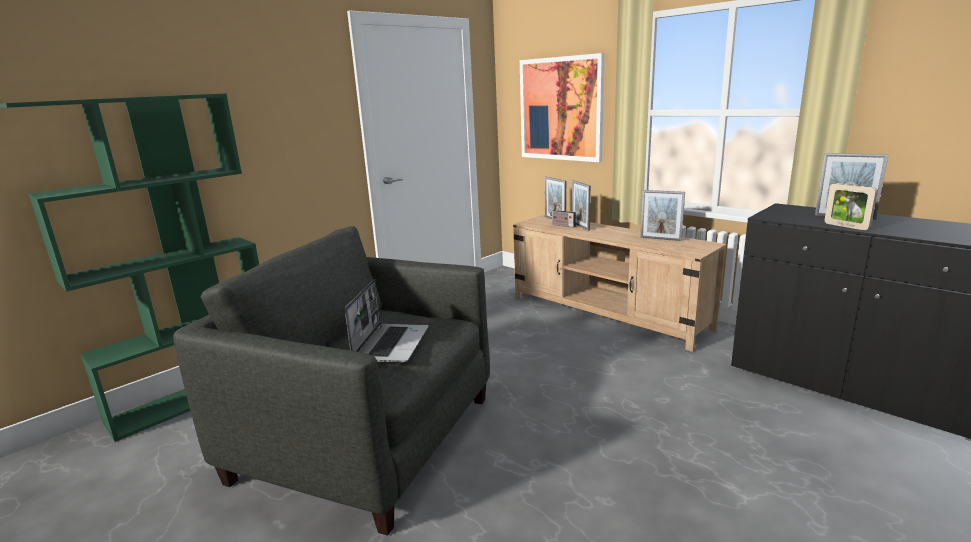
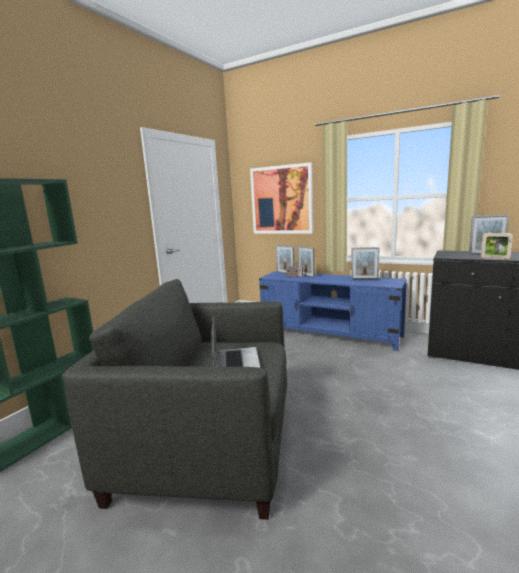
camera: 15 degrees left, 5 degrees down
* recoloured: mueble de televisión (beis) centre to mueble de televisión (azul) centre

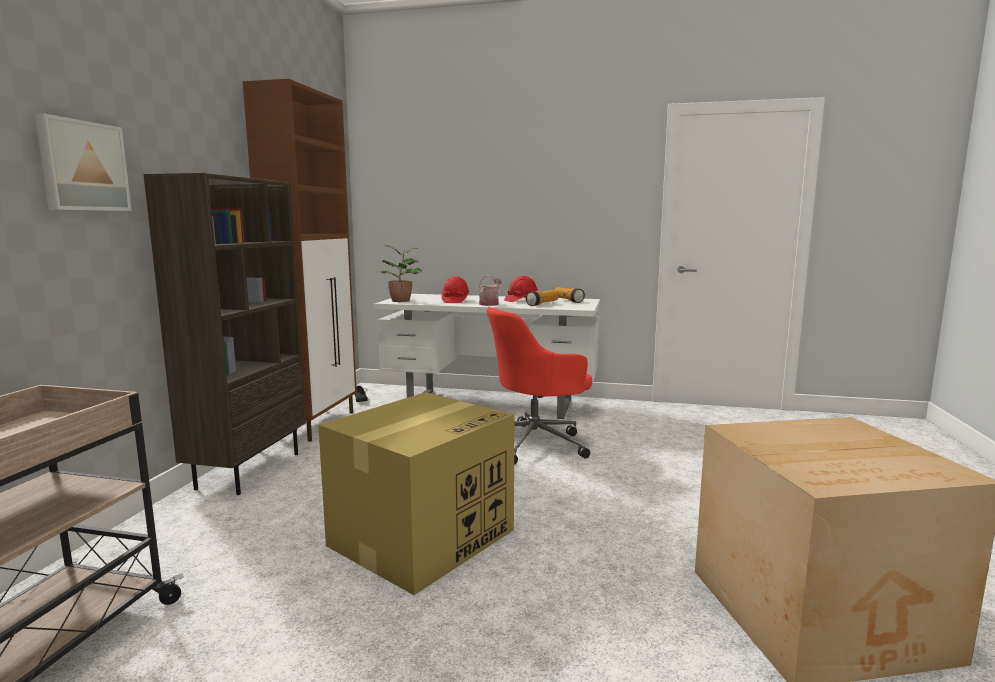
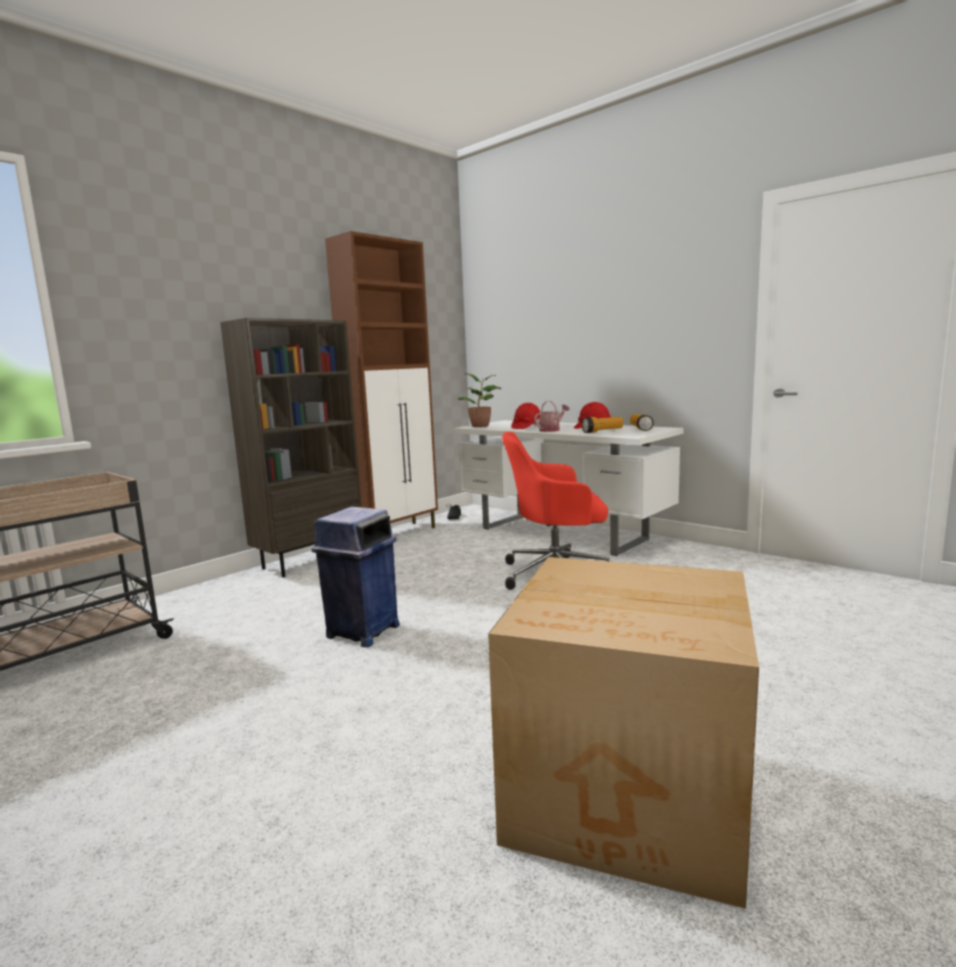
camera: 30 degrees right, 0 degrees up
* replaced: caja de cartón (1st from left) bottom centre to papelera (azul) centre
* removed: cuadro top left

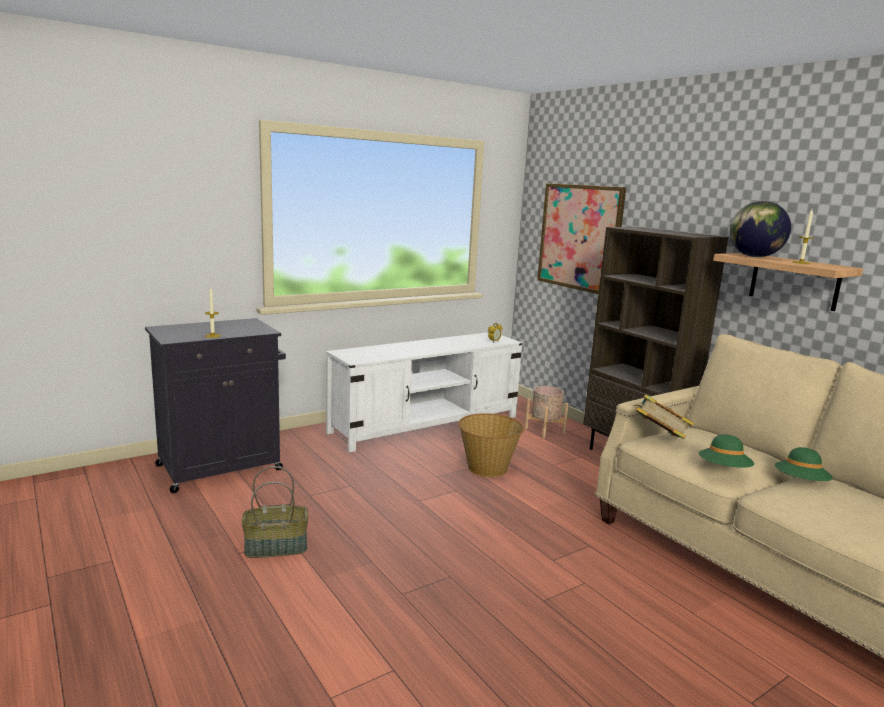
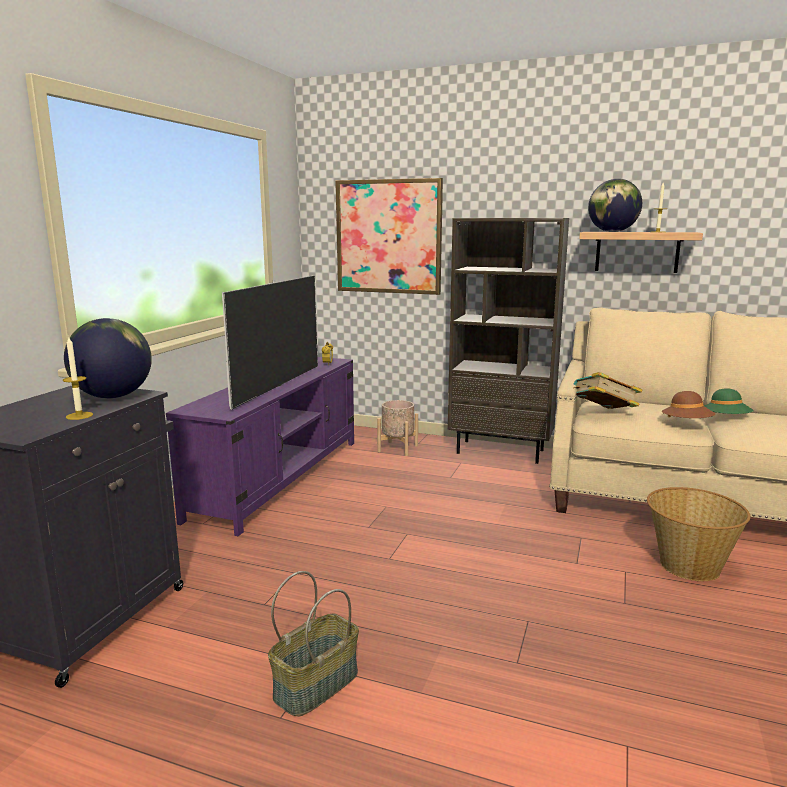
camera: 35 degrees left, 0 degrees up
* added: globo terráqueo (1st from left) middle left
* recoloured: mueble de televisión (blanco) centre to mueble de televisión (morado) middle left
* added: televisor centre
* moved: cesta (2nd from left) centre to bottom right
* recoloured: sombrero (verde) (1st from left) middle right to sombrero (marrón) middle right

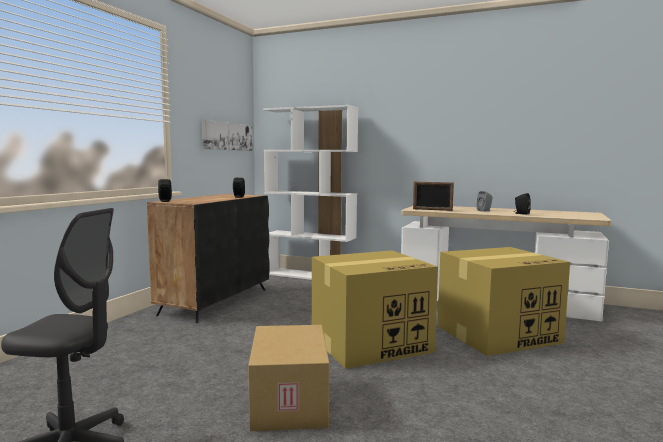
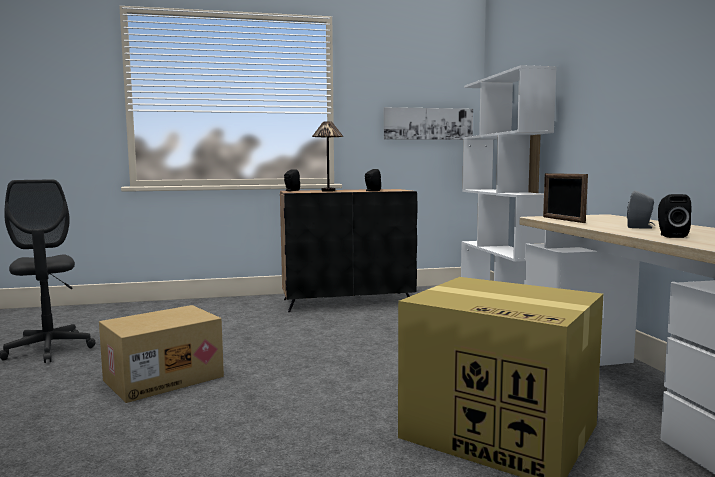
camera: 55 degrees right, 0 degrees up
* added: lámpara de mesa top centre
* removed: caja de cartón (2nd from left) bottom centre

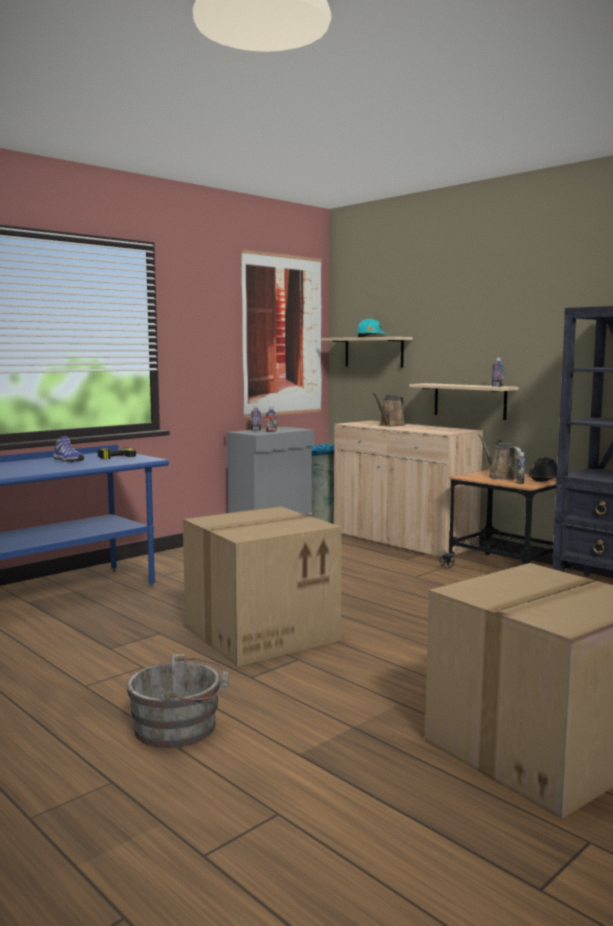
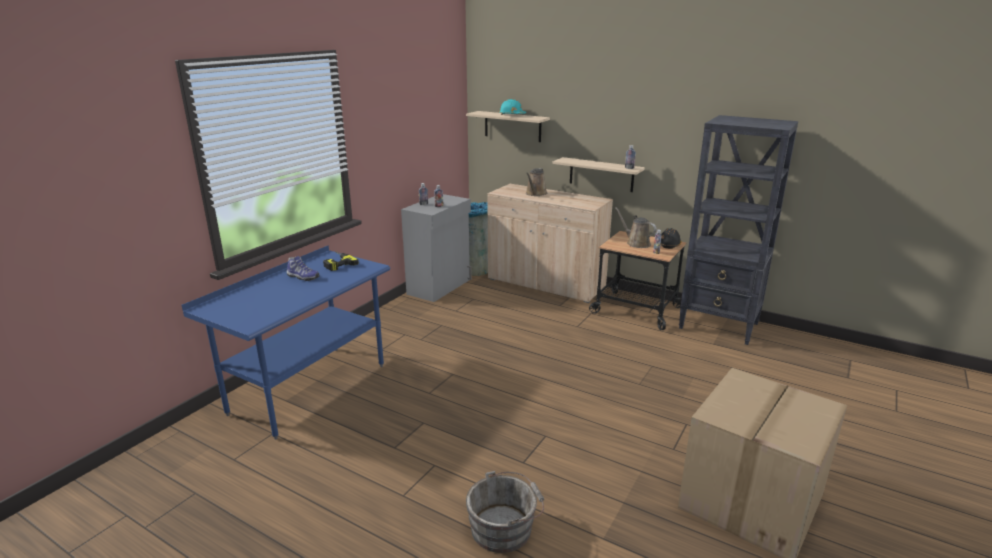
camera: 15 degrees left, 15 degrees up
* removed: caja de cartón (1st from left) centre
* removed: cuadro centre

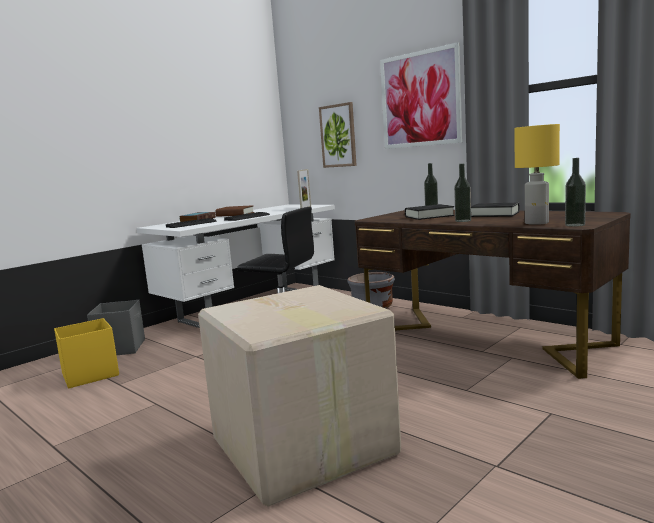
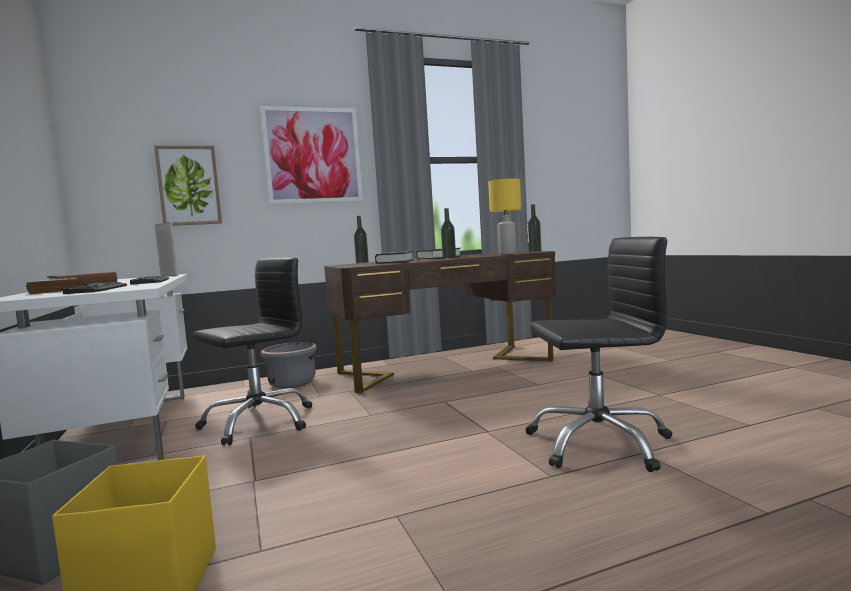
camera: 65 degrees left, 5 degrees down
* replaced: caja de cartón bottom centre to silla de oficina (negro) (2nd from left) middle right

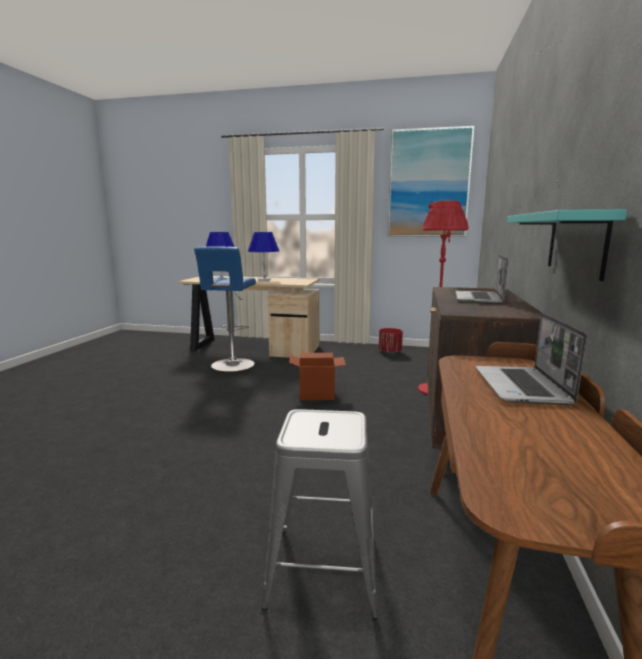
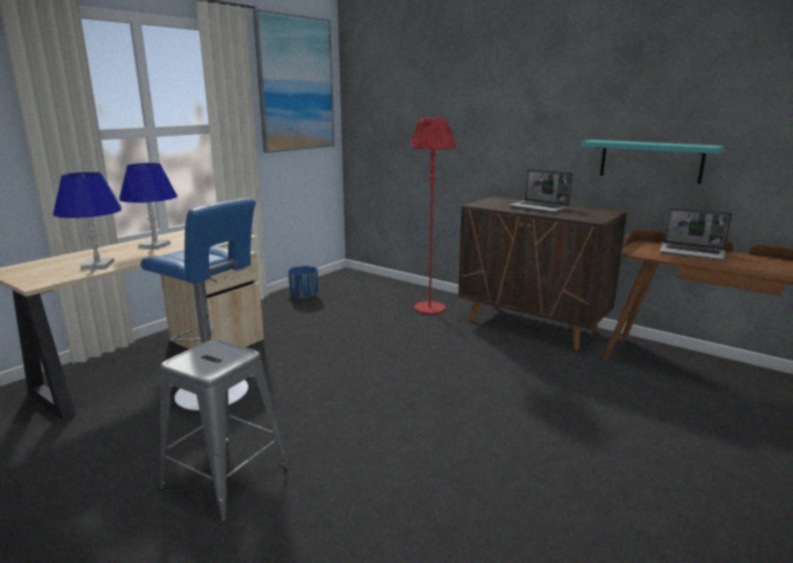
camera: 65 degrees left, 5 degrees up
* moved: taburete (gris) bottom centre to bottom left
* recoloured: maceta (rojo) centre to maceta (azul) centre
* removed: caja de cartón centre

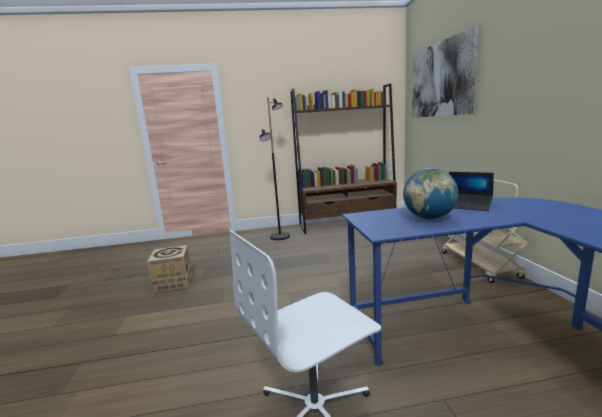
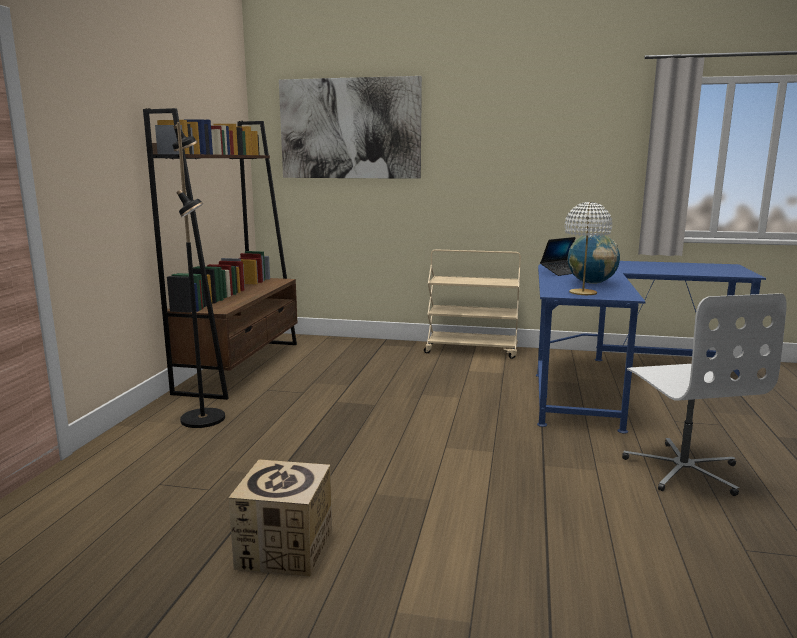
camera: 70 degrees left, 0 degrees up
* added: lámpara de mesa (blanco) middle right

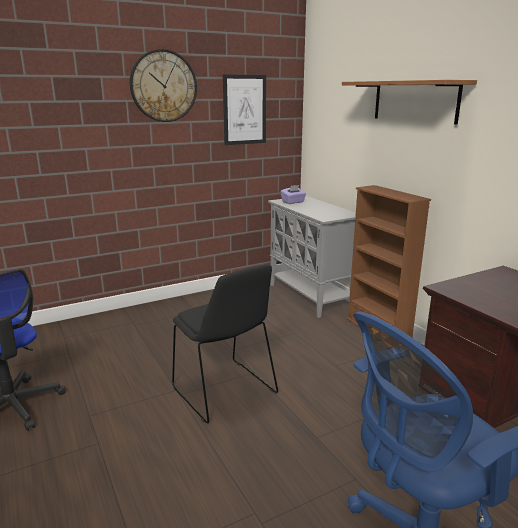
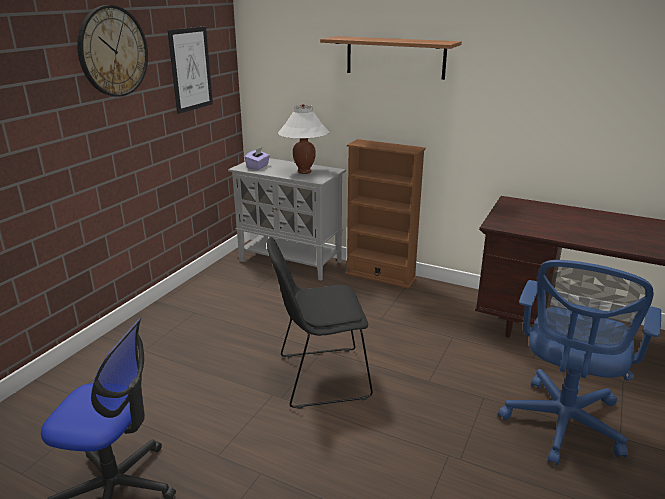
camera: 35 degrees left, 5 degrees up
* turned: silla (negro) centre = centre 150 degrees clockwise
* added: lámpara de mesa (blanco) top centre

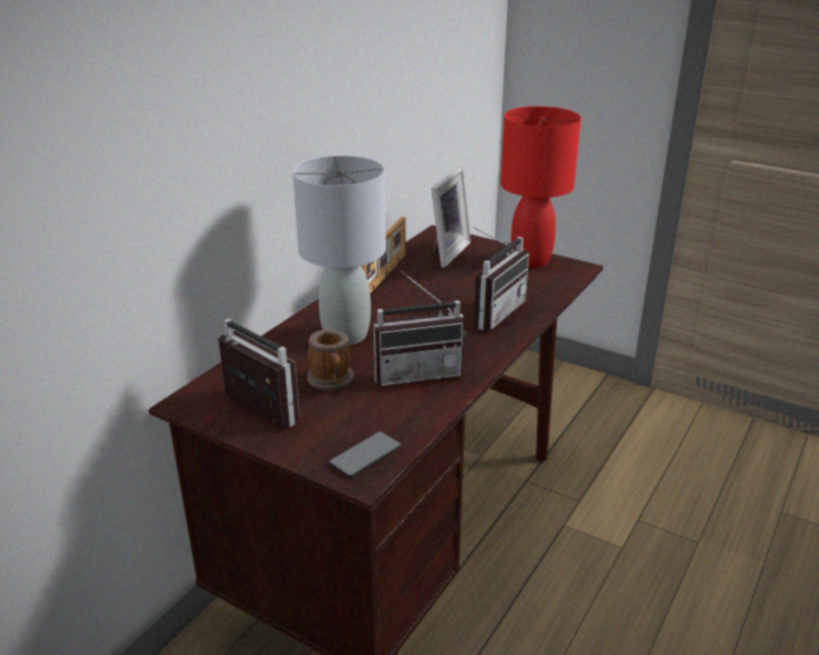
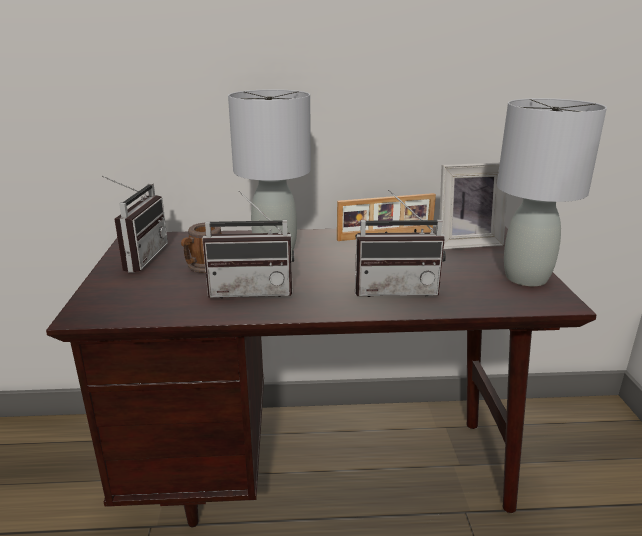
camera: 55 degrees right, 5 degrees down
* turned: radio (2nd from left) centre = centre 45 degrees counterclockwise
* recoloured: lámpara de mesa (rojo) top centre to lámpara de mesa (gris) (2nd from left) middle right
* removed: móvil bottom centre

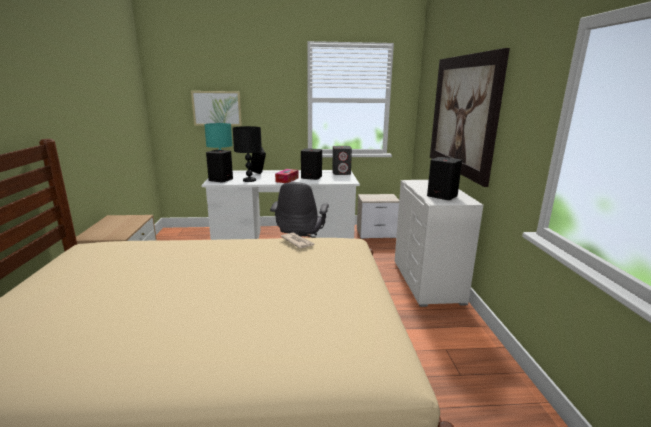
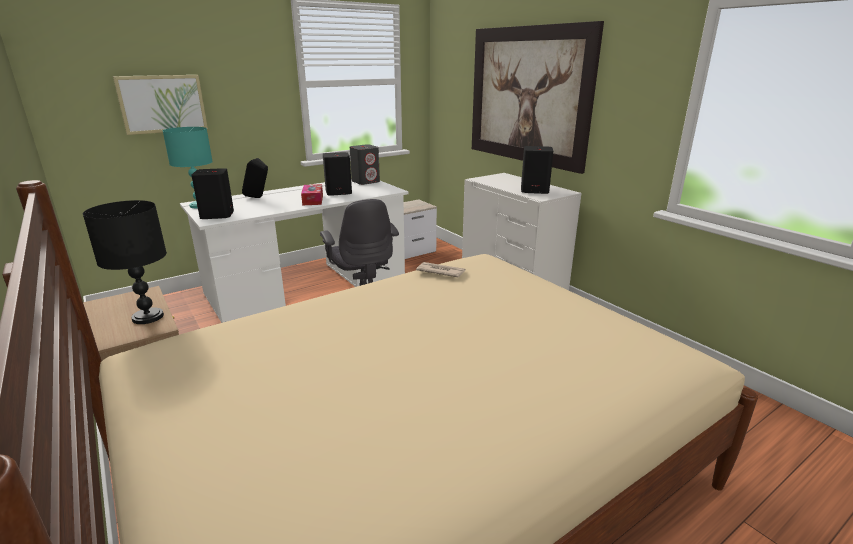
camera: 30 degrees left, 5 degrees up
* moved: lámpara de mesa (negro) centre to middle left

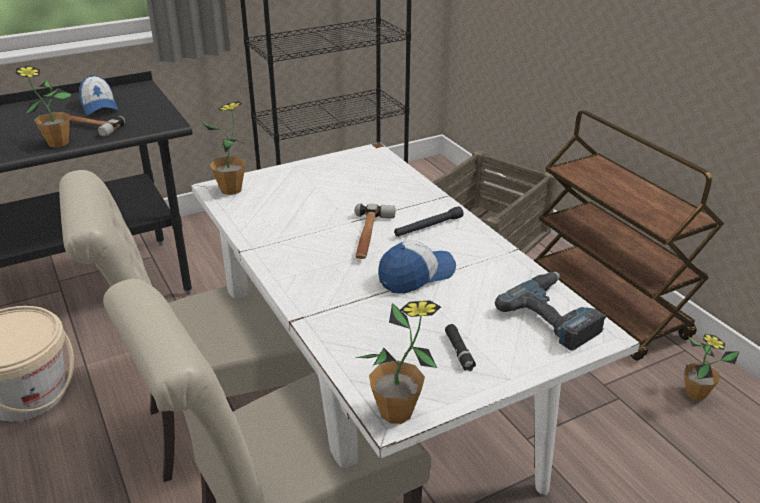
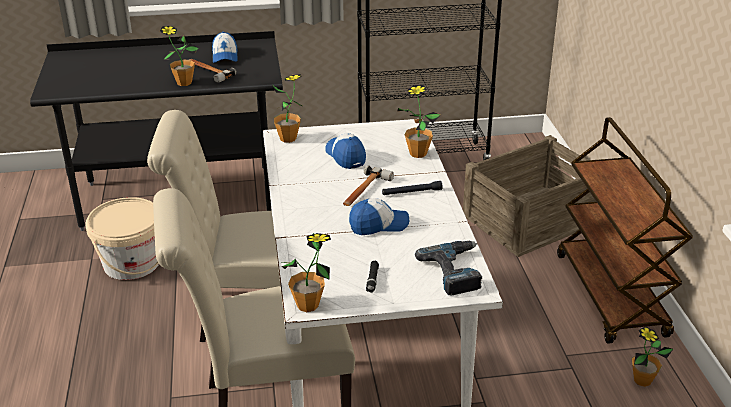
camera: 20 degrees right, 0 degrees up
* added: gorra (2nd from left) centre
* added: planta en maceta (4th from left) top centre

